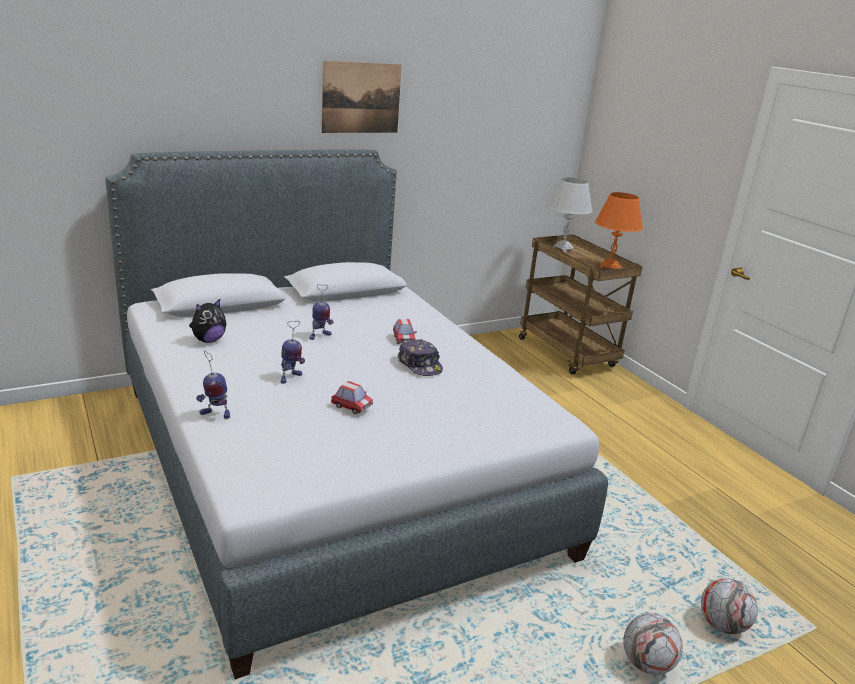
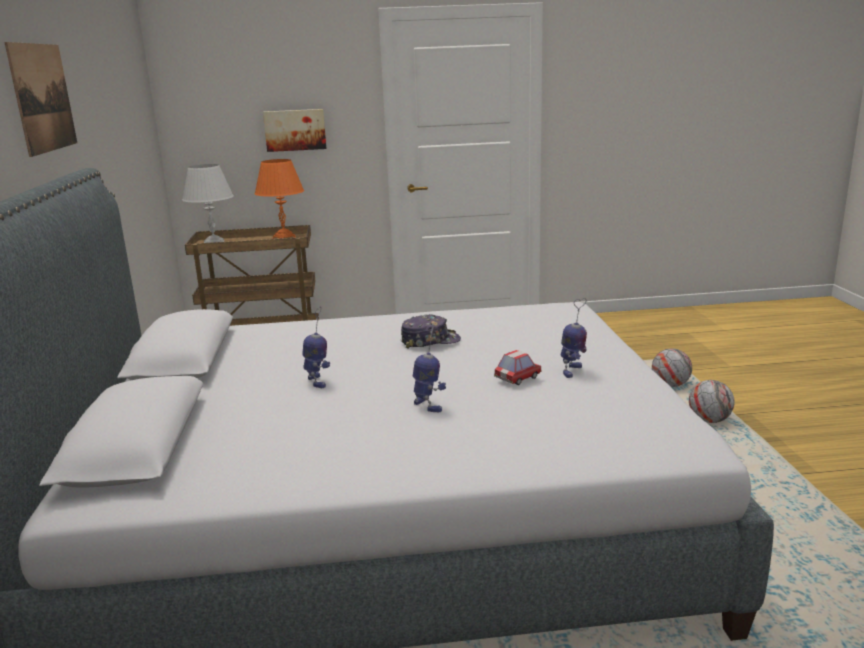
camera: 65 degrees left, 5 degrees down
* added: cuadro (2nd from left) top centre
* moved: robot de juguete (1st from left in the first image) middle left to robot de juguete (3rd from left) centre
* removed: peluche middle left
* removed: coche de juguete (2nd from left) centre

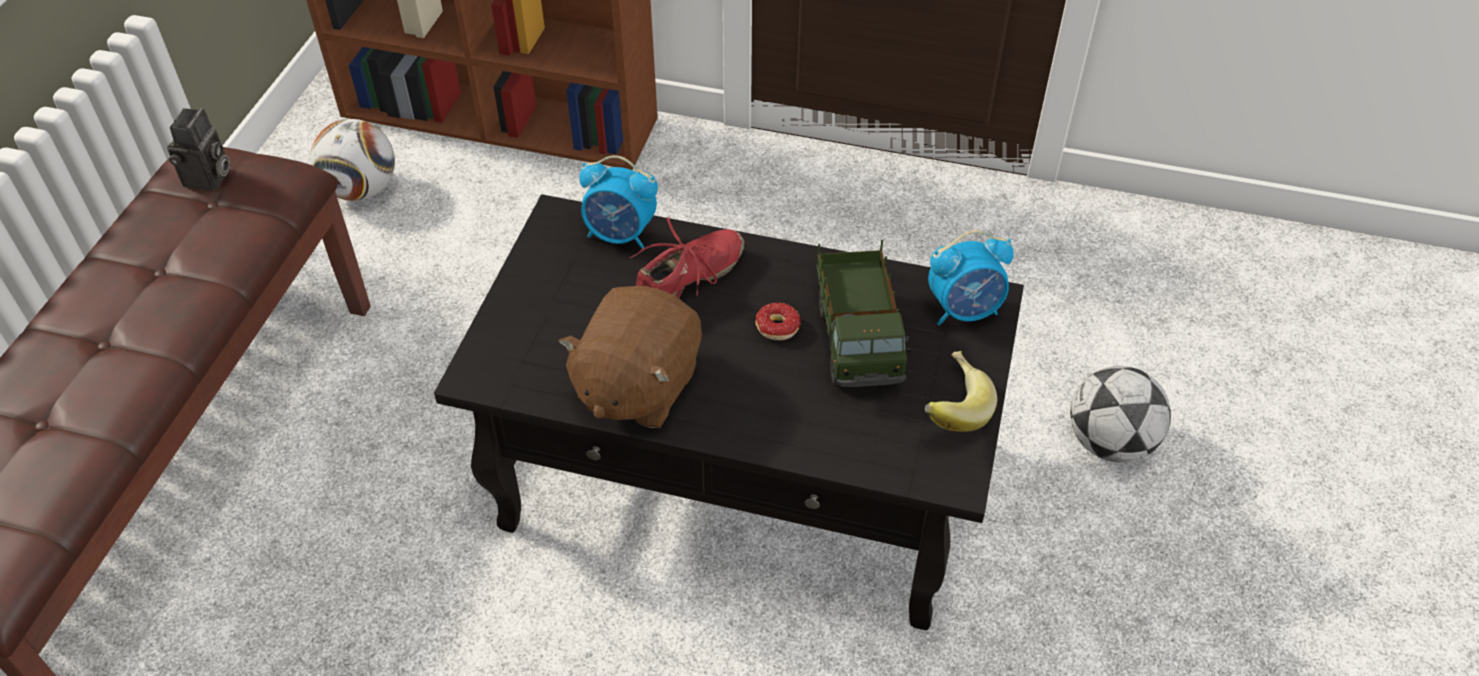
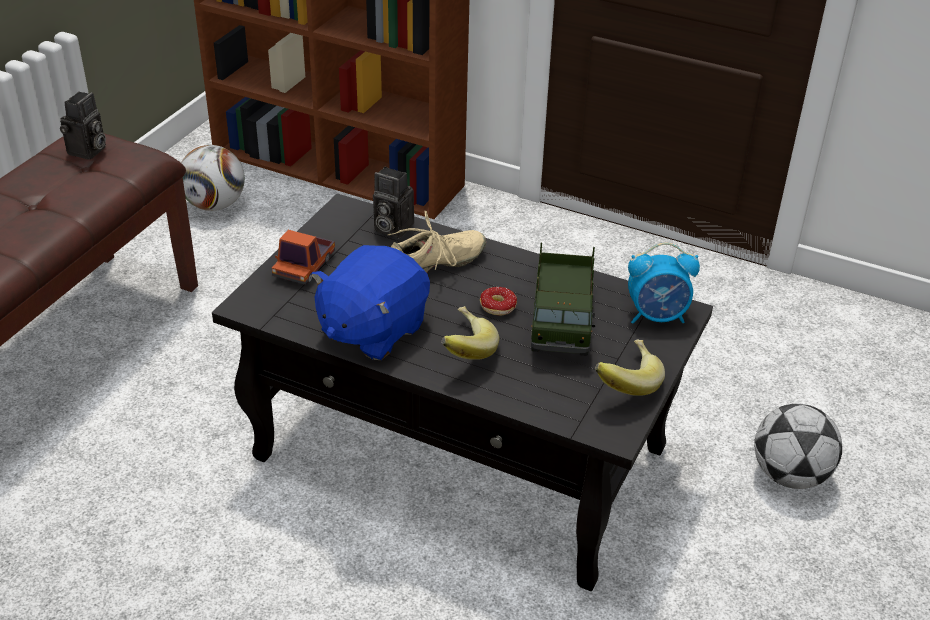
camera: 10 degrees right, 10 degrees down
* added: camión de juguete (1st from left) middle left
* recoloured: peluche (marrón) centre to peluche (azul) centre
* replaced: despertador (1st from left) top centre to cámara (2nd from left) top centre
* recoloured: zapato (rojo) centre to zapato (beis) centre
* added: plátano (1st from left) centre

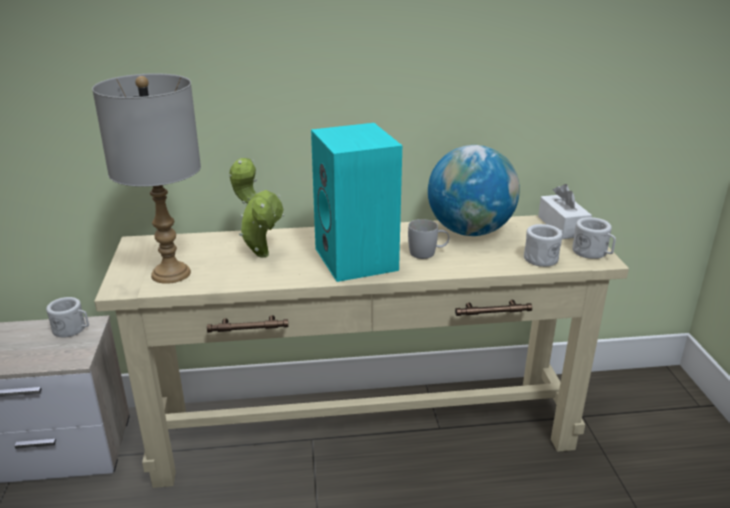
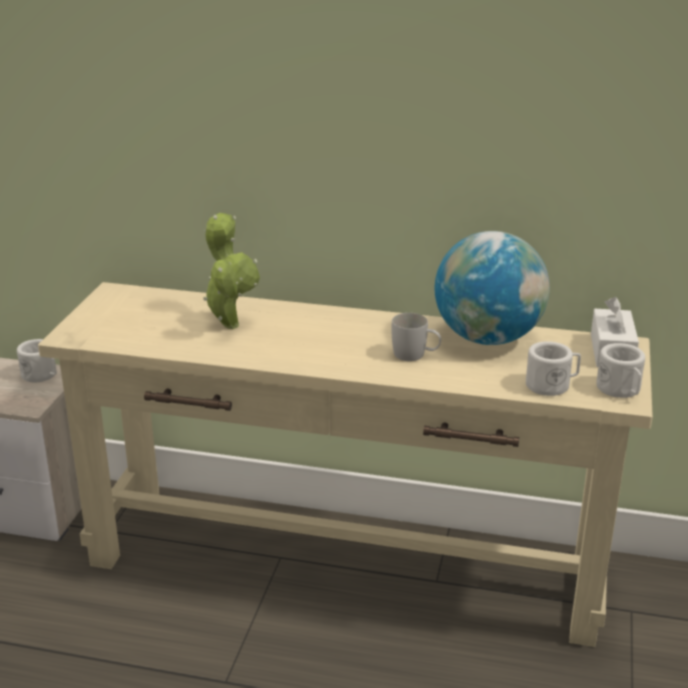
camera: 20 degrees right, 0 degrees up
* removed: lámpara de mesa (gris) middle left
* removed: altavoz (turquesa) centre

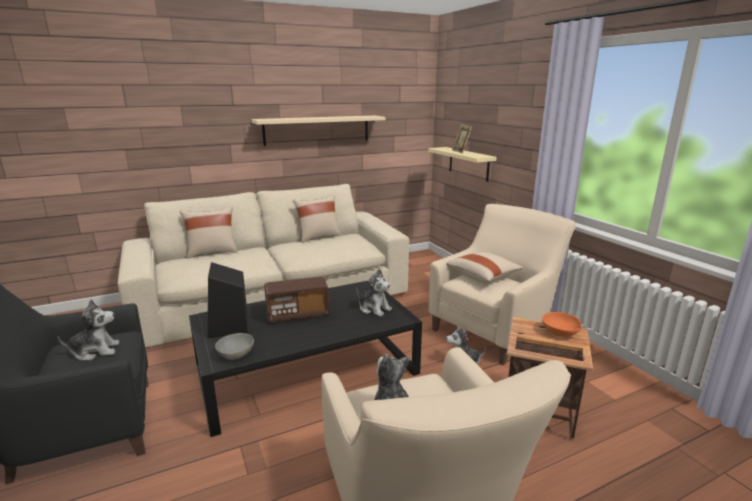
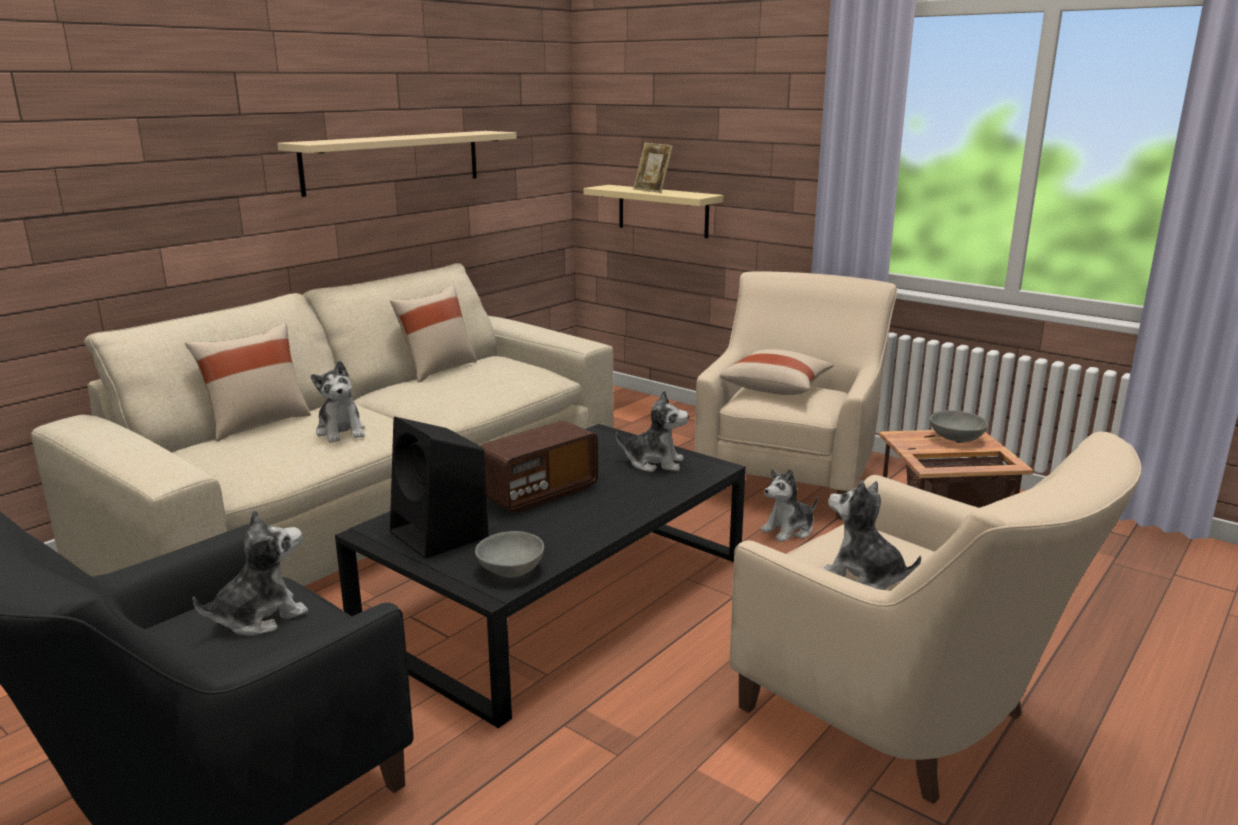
camera: 25 degrees left, 0 degrees up
* added: peluche (2nd from left) middle left
* recoloured: cuenco (naranja) middle right to cuenco (gris) (2nd from left) middle right

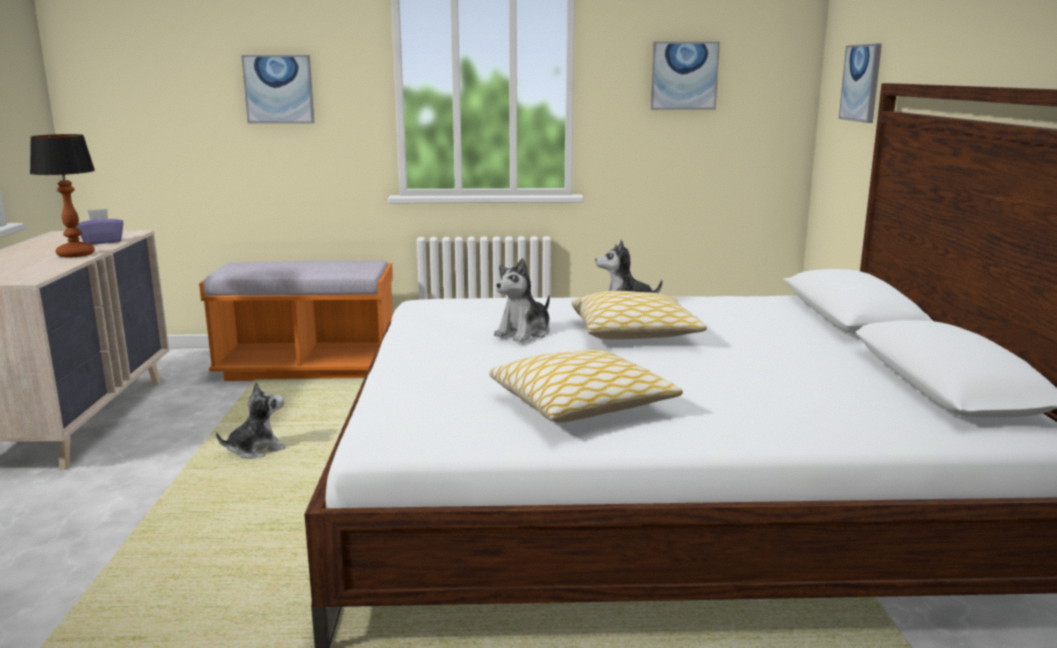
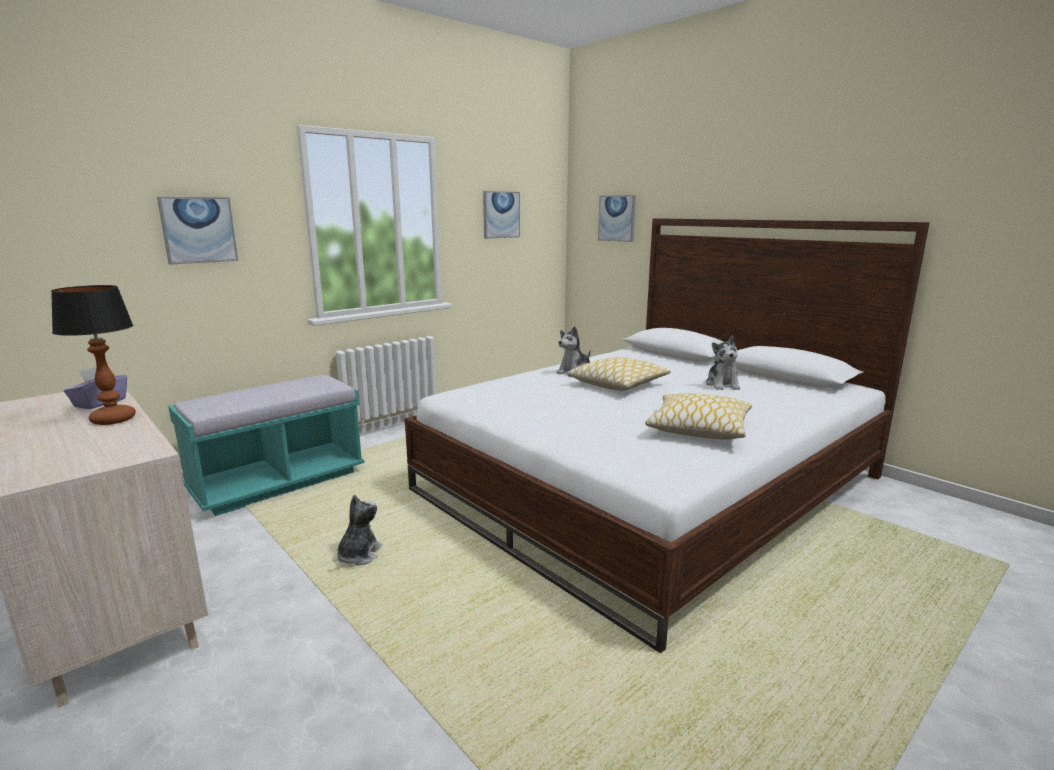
camera: 40 degrees left, 0 degrees up
* recoloured: banco (naranja) middle left to banco (turquesa) middle left
* moved: peluche (2nd from left in the first image) centre to peluche (3rd from left) middle right

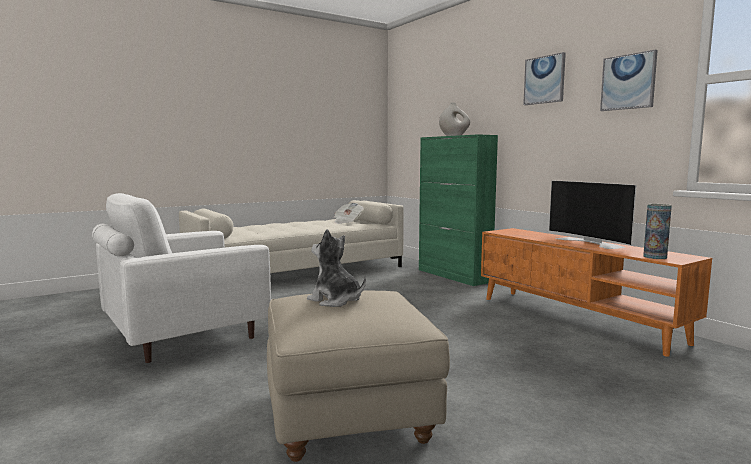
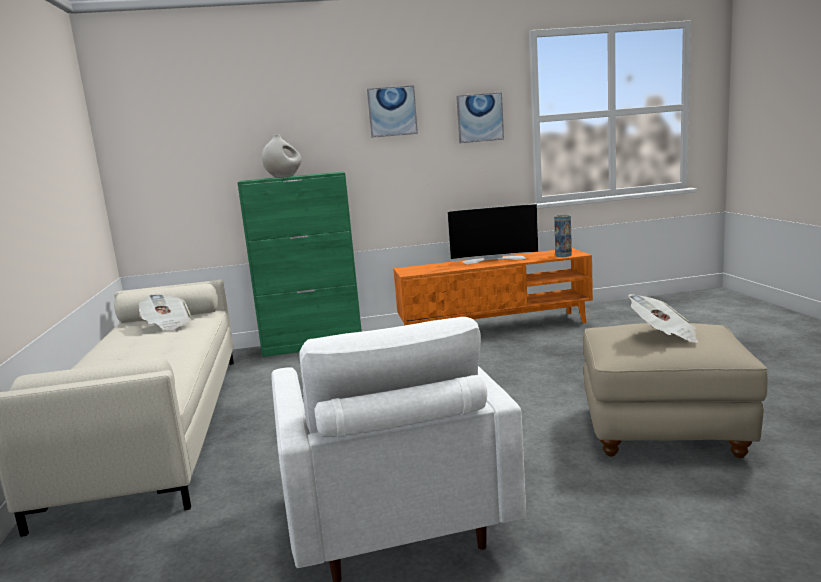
camera: 65 degrees left, 5 degrees up
* replaced: peluche centre to periódico (2nd from left) middle right

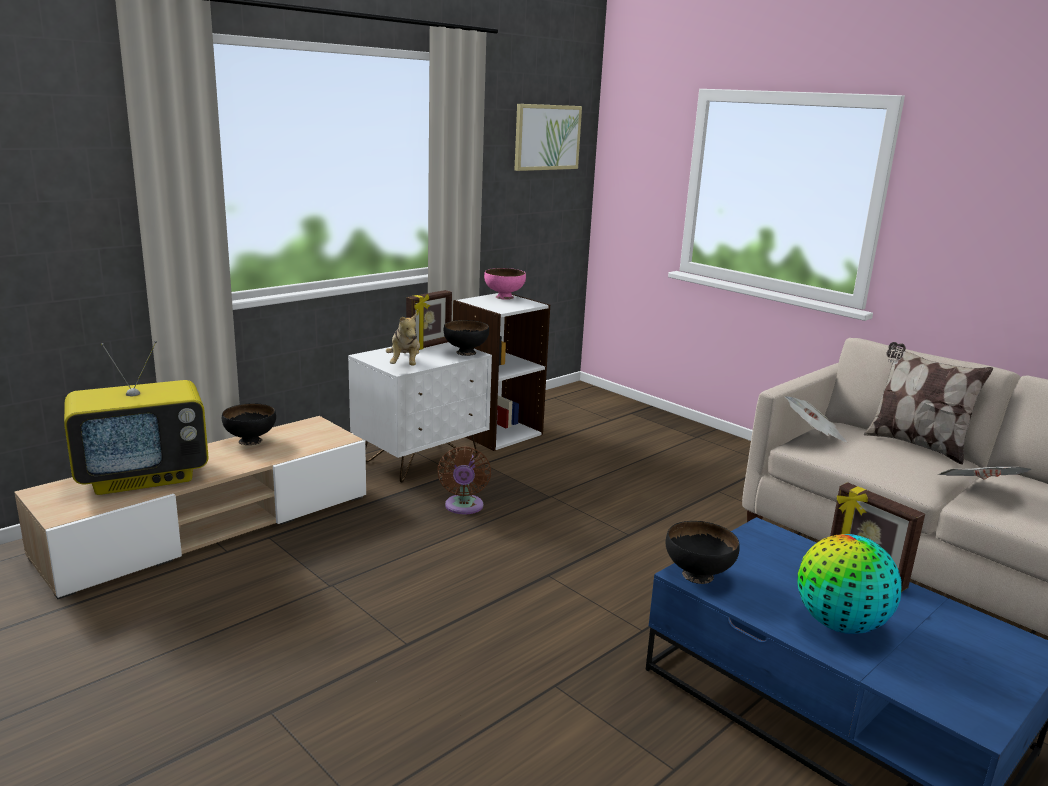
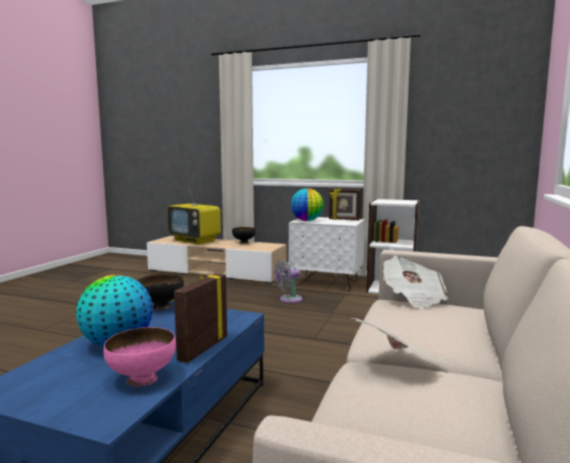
camera: 65 degrees right, 10 degrees down
* moved: cuenco (rosa) centre to bottom left
* recoloured: ventilador (marrón) centre to ventilador (gris) centre
* replaced: peluche centre to globo terráqueo (2nd from left) centre
* removed: cuenco (negro) (2nd from left) centre
* removed: cuadro top centre
* removed: cojín middle right

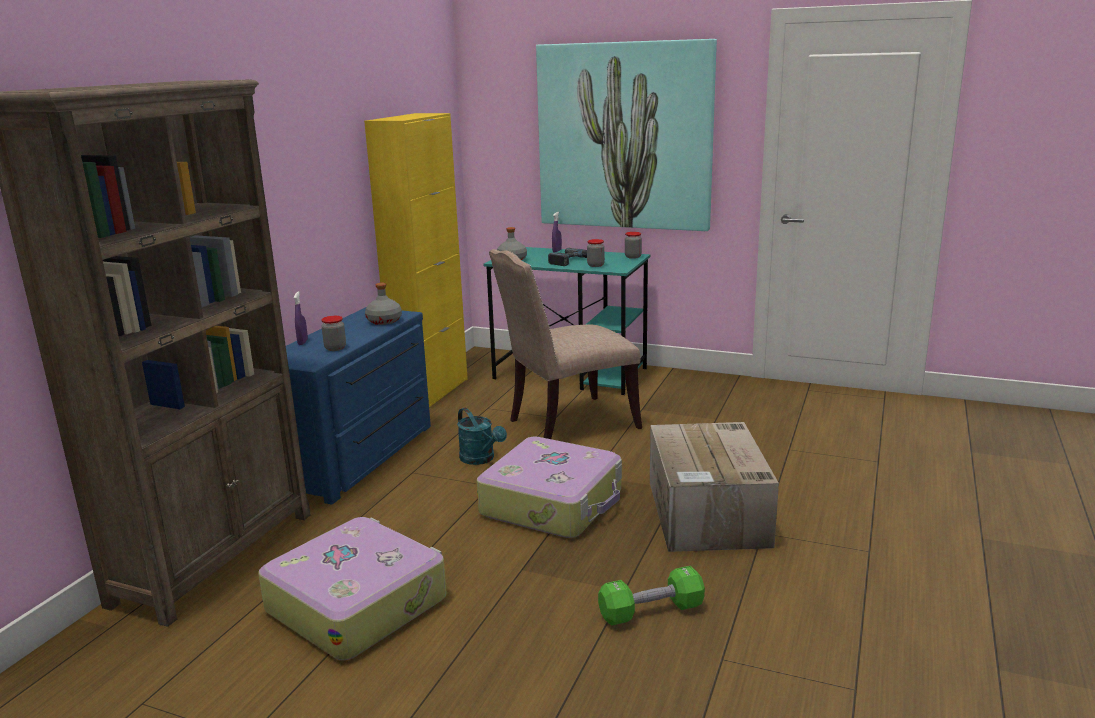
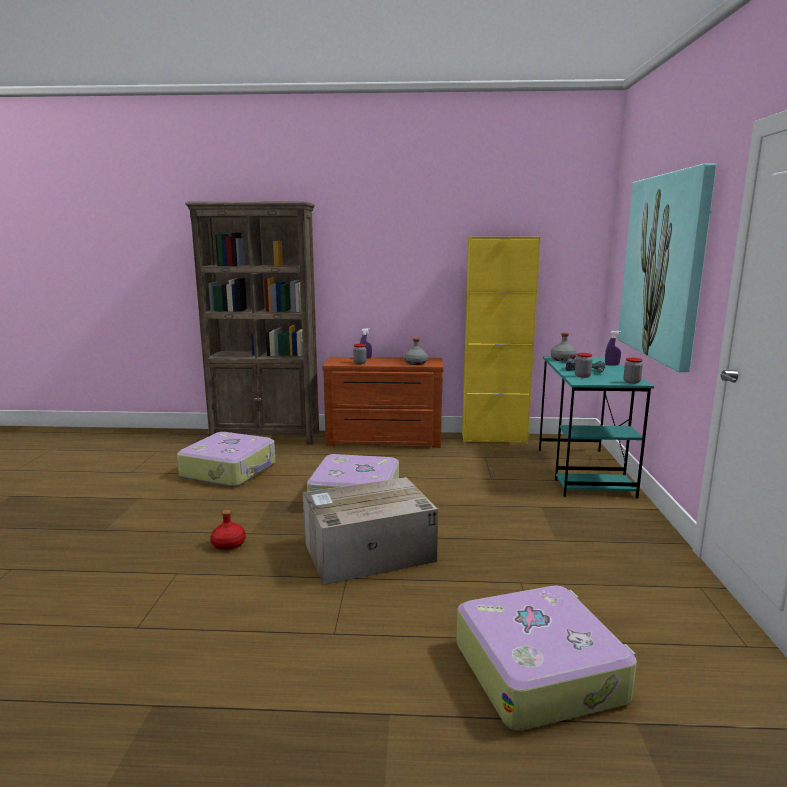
camera: 70 degrees right, 5 degrees down
* replaced: mancuerna (verde) bottom centre to botella (rojo) bottom left
* recoloured: cómoda (azul) middle left to cómoda (marrón) centre
* added: maleta (3rd from left) bottom right
* removed: regadera (turquesa) centre
* removed: silla (beis) centre

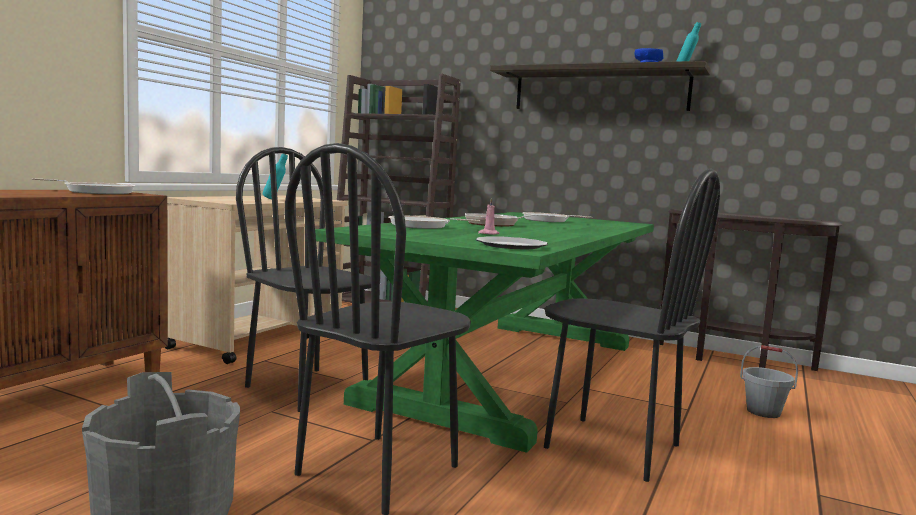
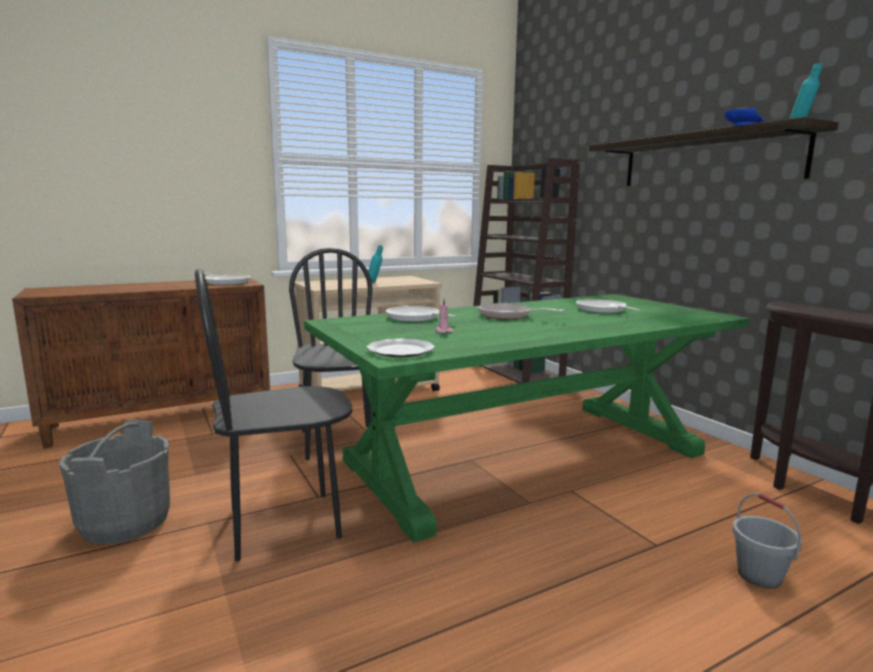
camera: 35 degrees right, 5 degrees up
* removed: silla (negro) (3rd from left) middle right

